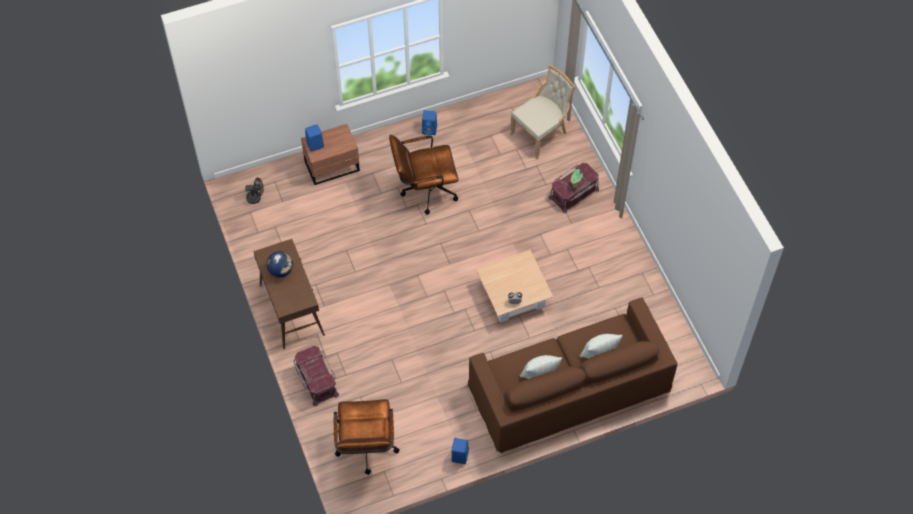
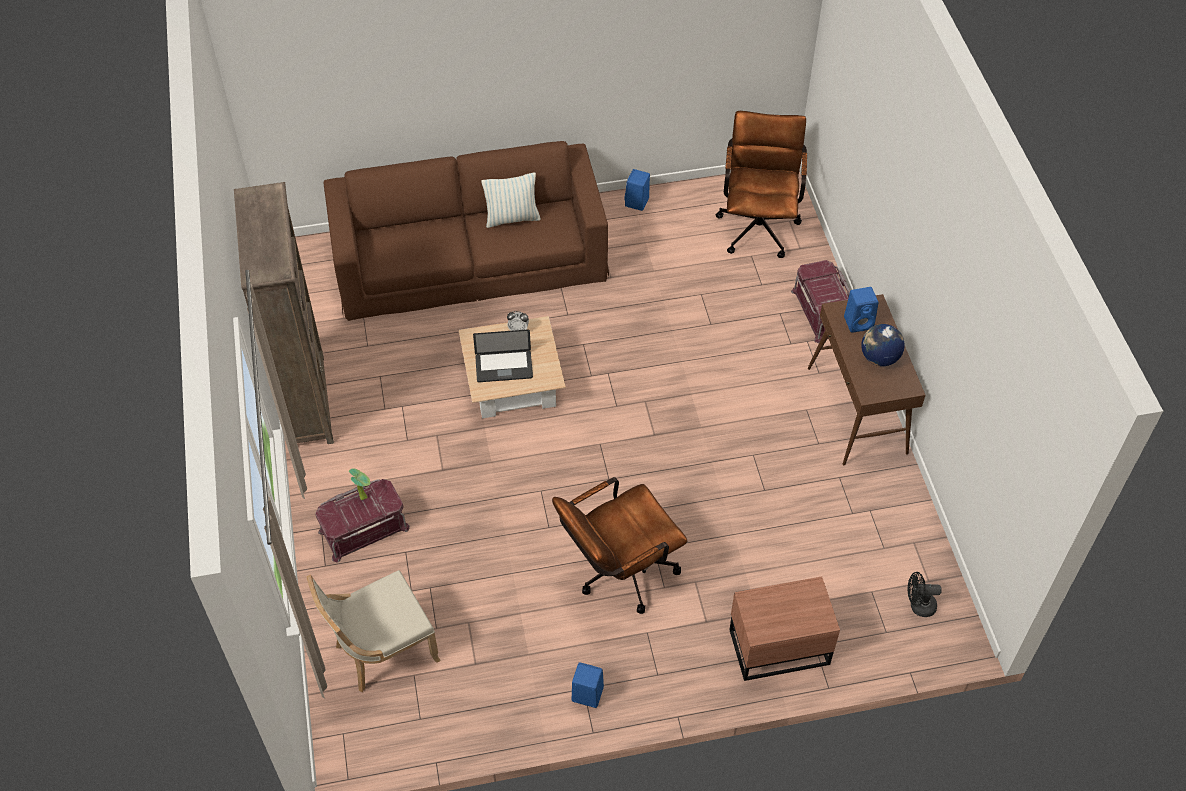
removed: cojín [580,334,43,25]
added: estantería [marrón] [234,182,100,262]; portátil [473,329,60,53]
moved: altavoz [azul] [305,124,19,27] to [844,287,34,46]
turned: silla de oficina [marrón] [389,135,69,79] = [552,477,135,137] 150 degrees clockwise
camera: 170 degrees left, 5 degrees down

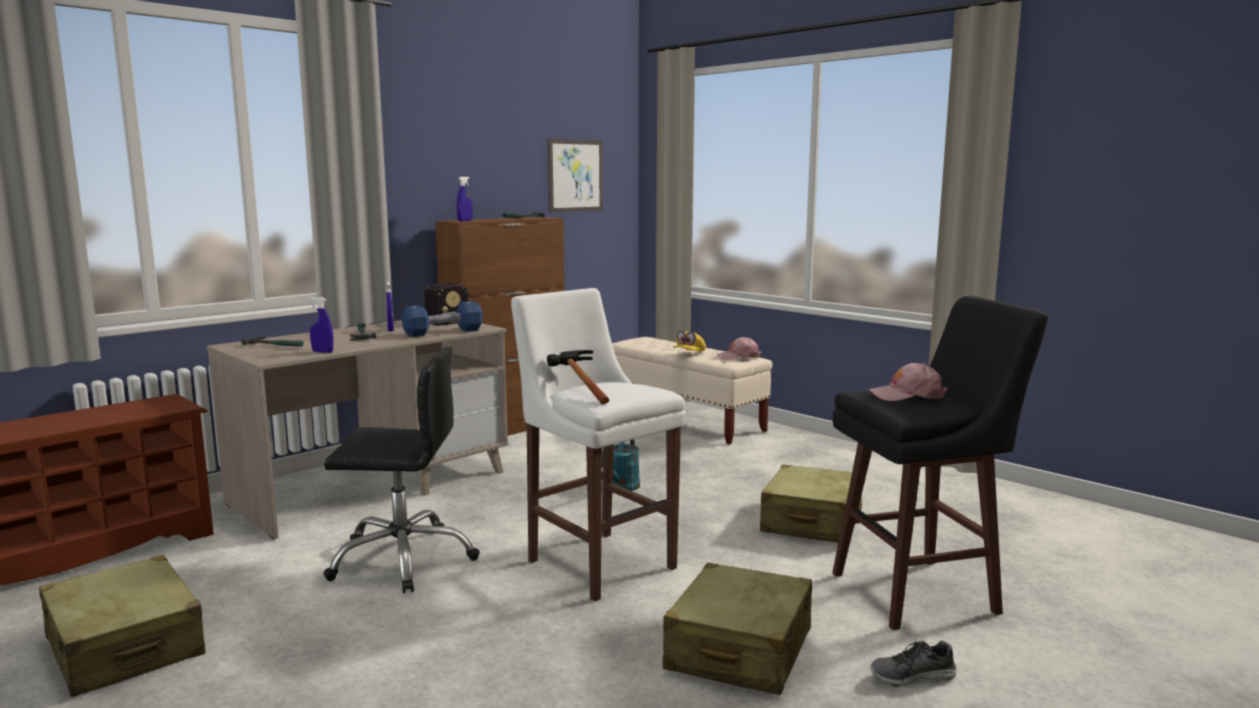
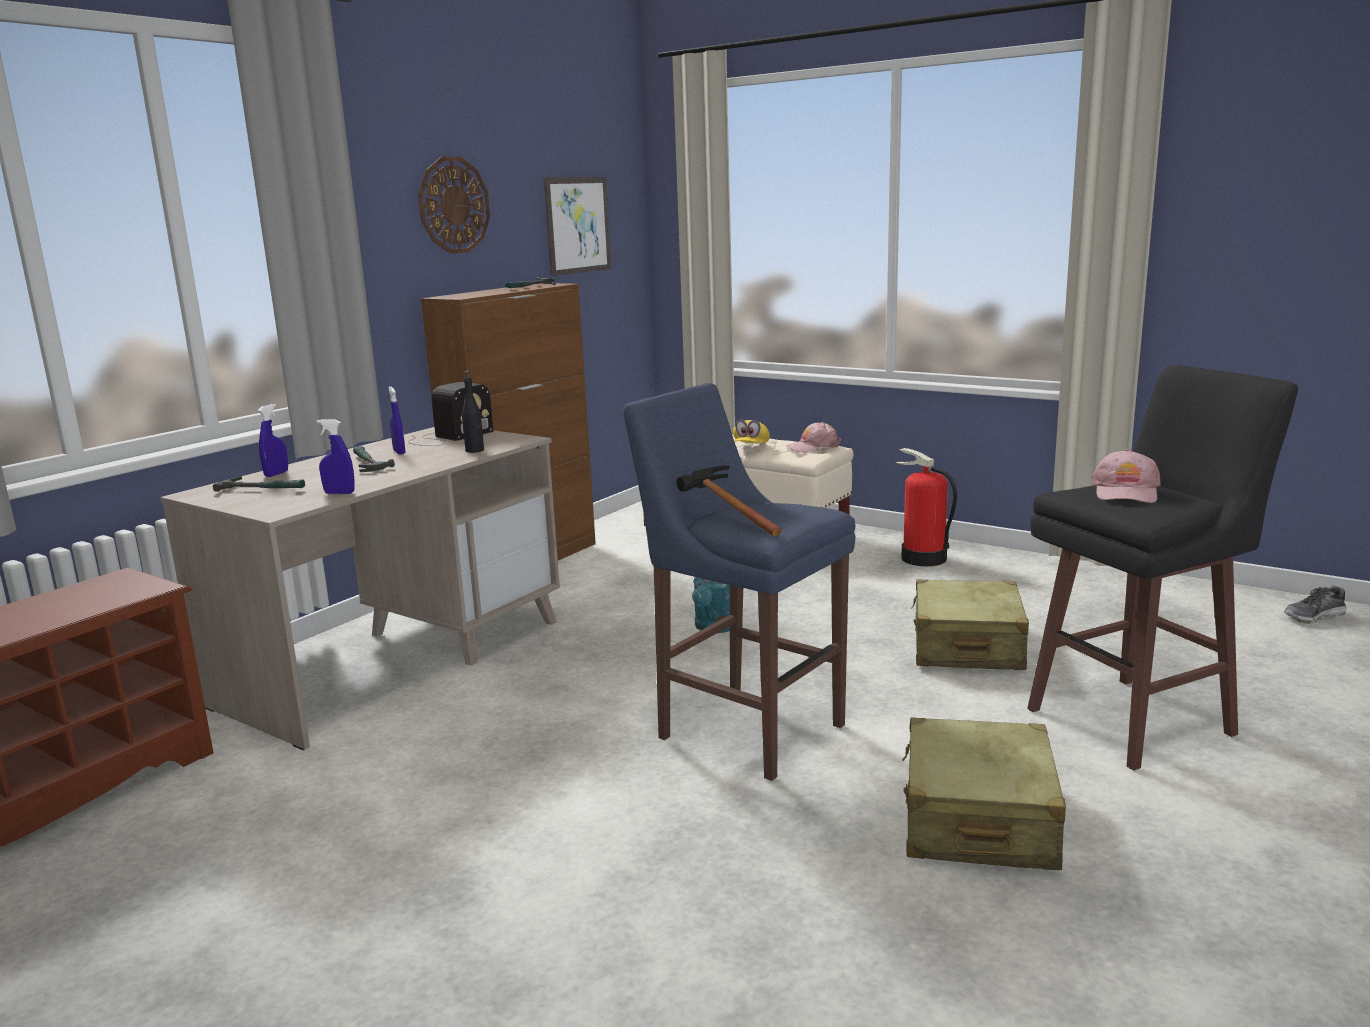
removed: maleta [beis] [39,555,167,142]; silla de oficina [negro] [323,347,157,246]
added: reloj de pared [418,157,72,97]; extintor [896,448,61,118]
moved: pulverizador [azul] [457,177,16,45] to [258,404,30,73]; zapato [870,641,87,46] to [1284,586,63,38]
replaced: mancuerna [azul] [402,301,81,36] to botella [negro] [462,371,22,82]
recoloured: taburete [blanco] [511,288,175,313] to taburete [azul] [623,383,232,398]
turned: gorra [rosa] [869,363,78,38] = [1092,449,69,54] 60 degrees counterclockwise
camera: 10 degrees left, 5 degrees up

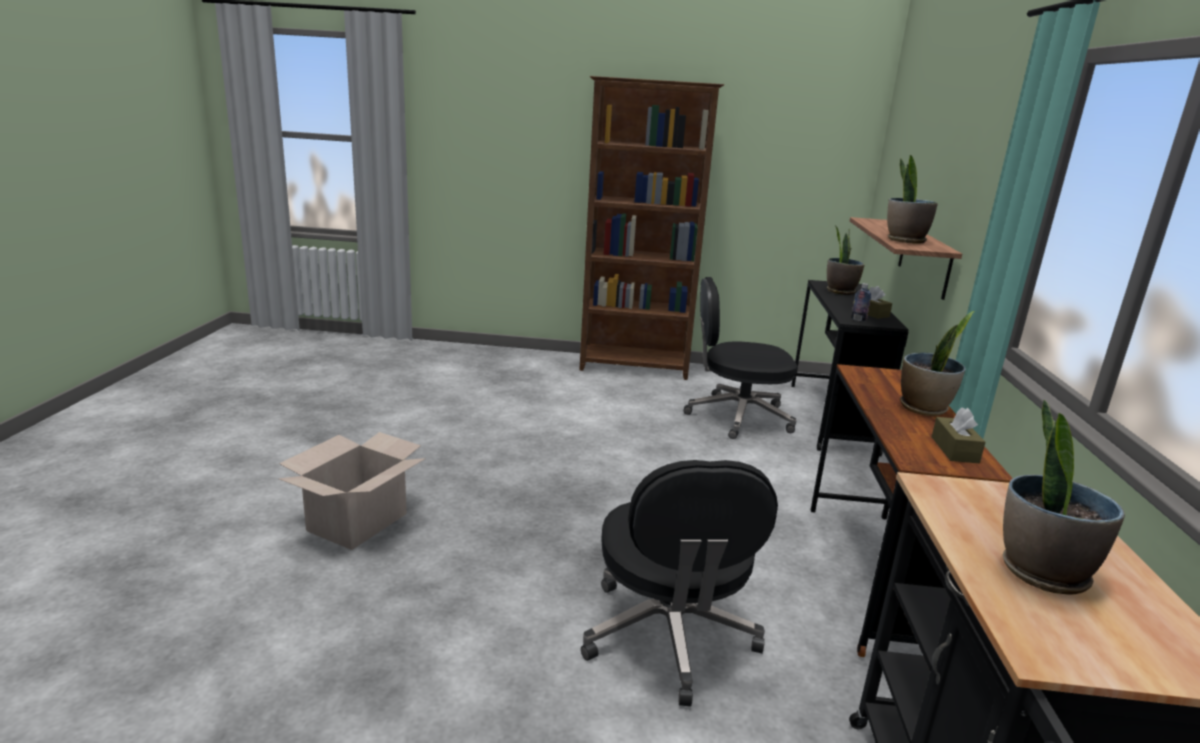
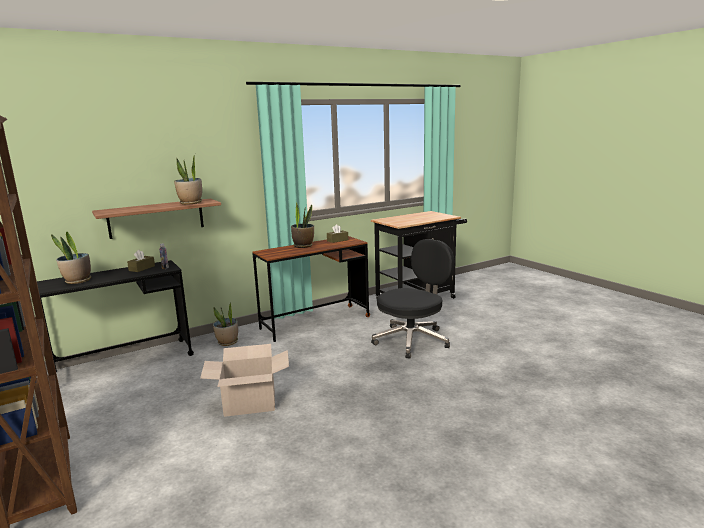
removed: silla de oficina [negro] [684,277,113,162]
moved: caja de cartón [278,432,148,118] to [200,344,89,73]; planta en maceta [1003,400,122,195] to [213,302,25,44]
camera: 125 degrees left, 5 degrees down

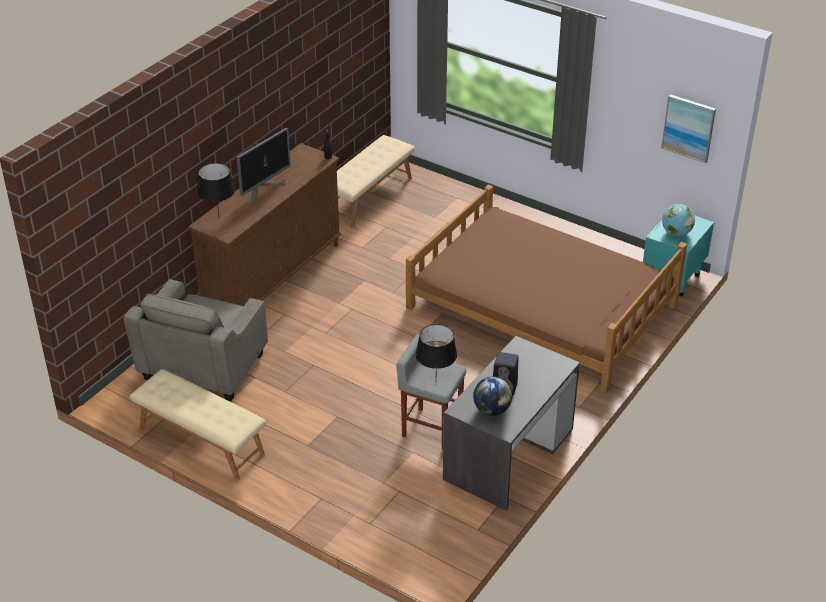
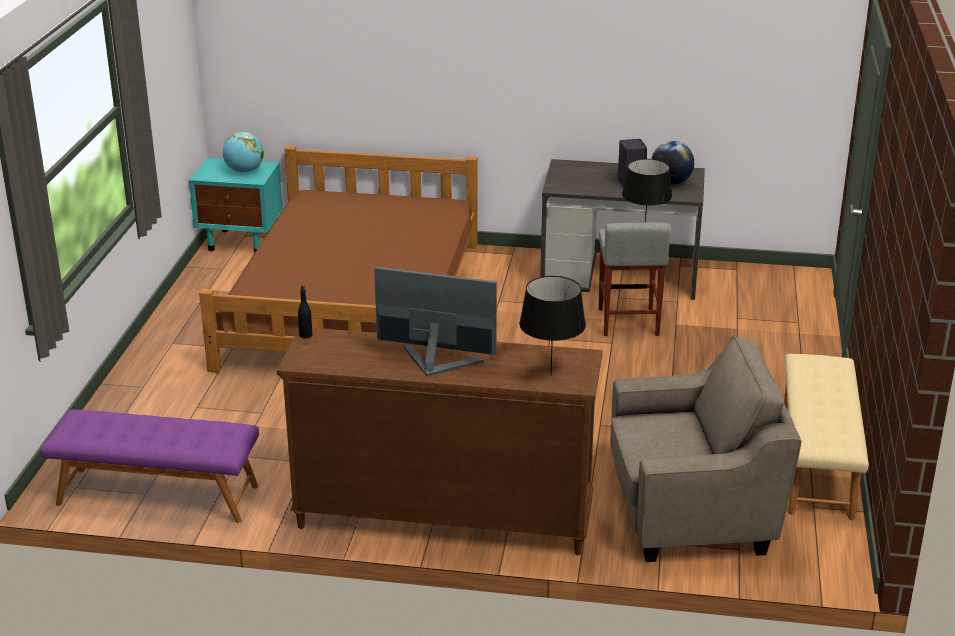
removed: cuadro [661,94,55,69]
recoloured: banco [beis] [337,135,78,93] to banco [morado] [40,409,219,114]
camera: 115 degrees left, 10 degrees down

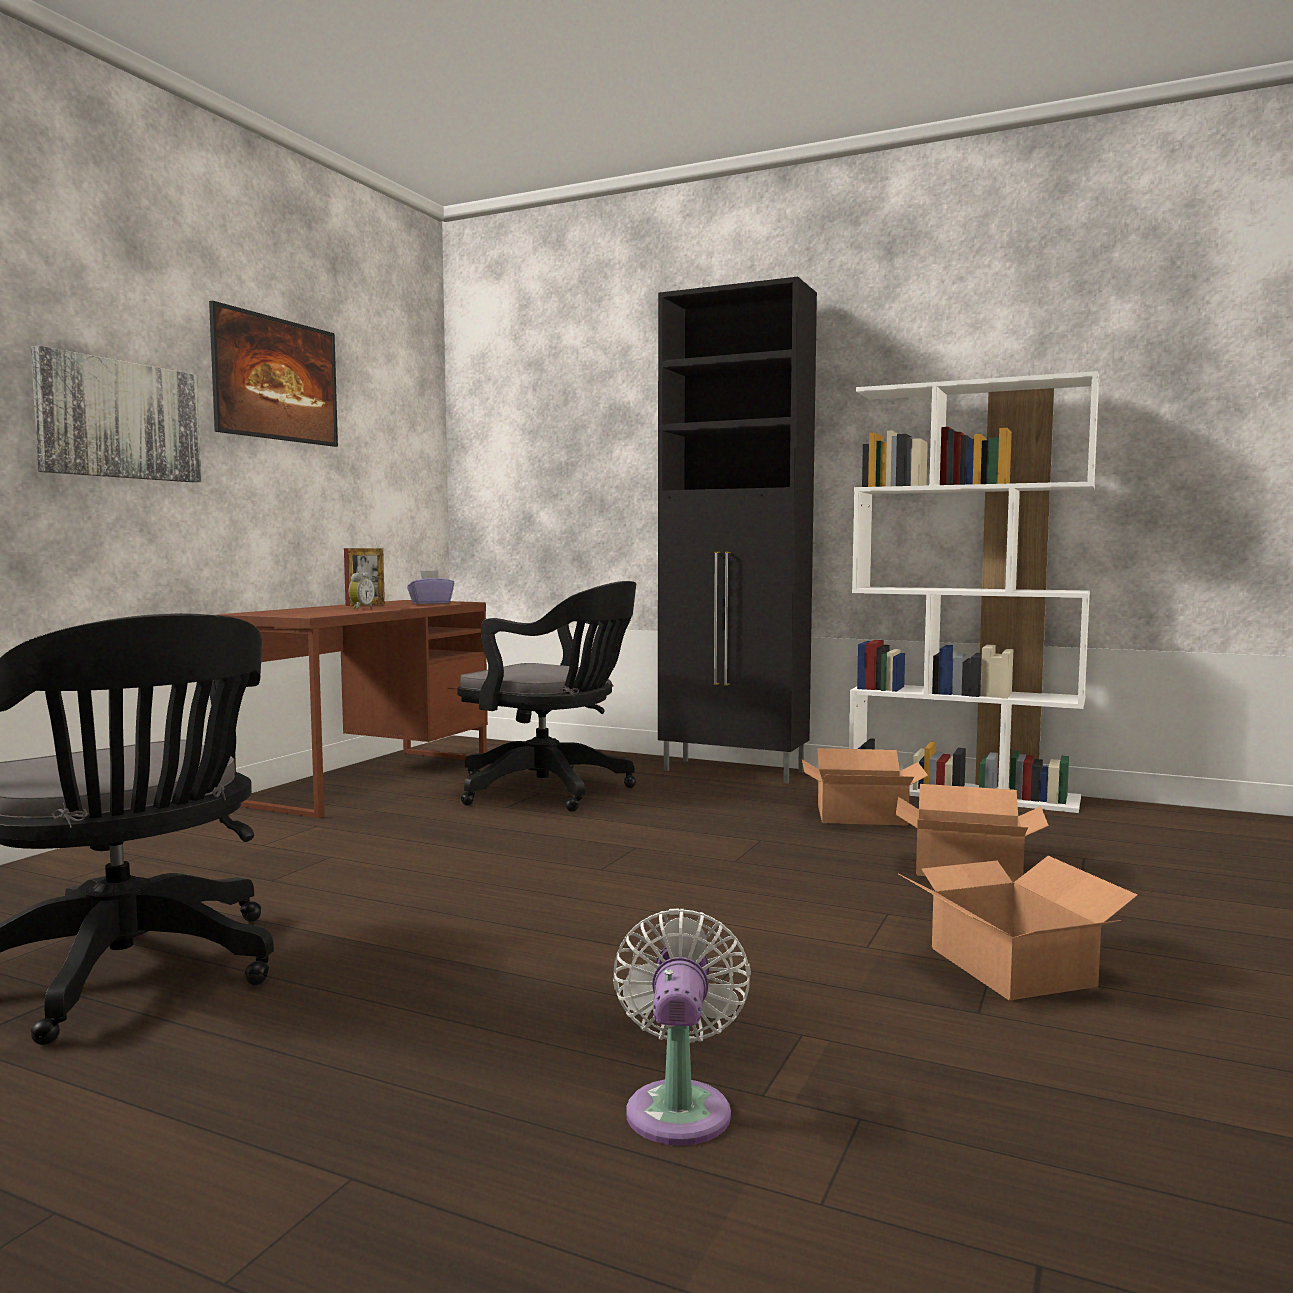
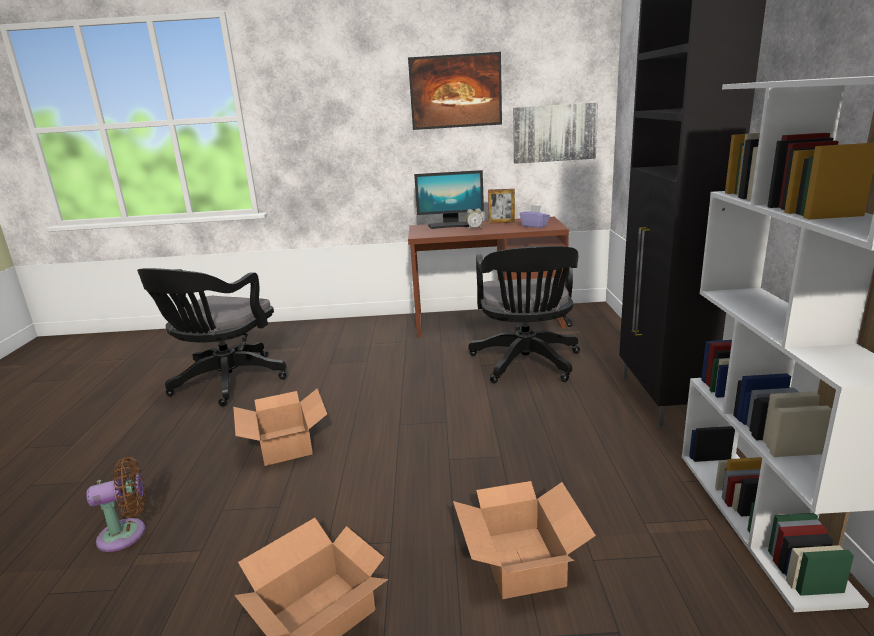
added: monitor [414,170,70,59]
moved: caja de cartón [802,748,126,78] to [233,388,94,78]; cuadro [31,346,171,136] to [513,103,85,61]
recoloured: ventilador [blanco] [613,908,138,238] to ventilador [marrón] [86,457,60,95]
camera: 65 degrees right, 15 degrees up

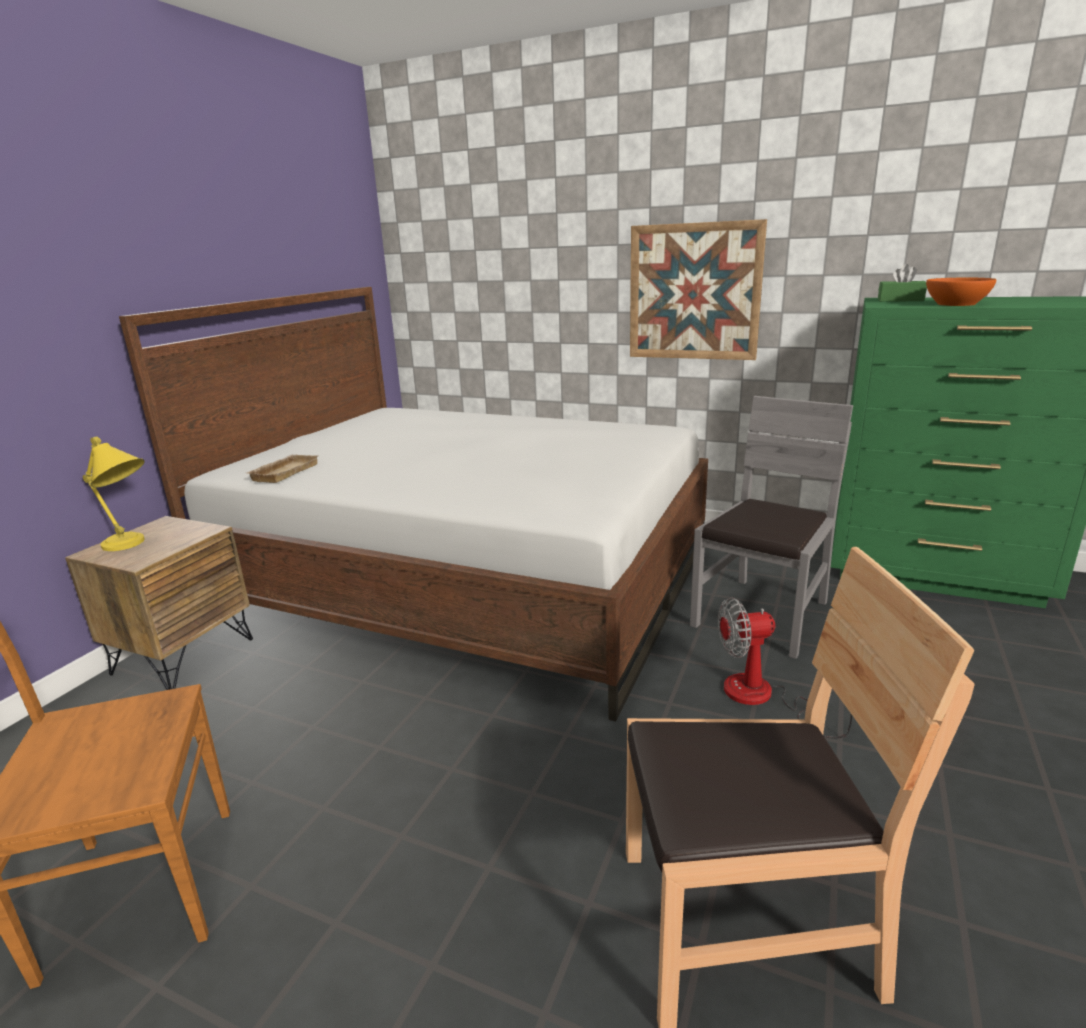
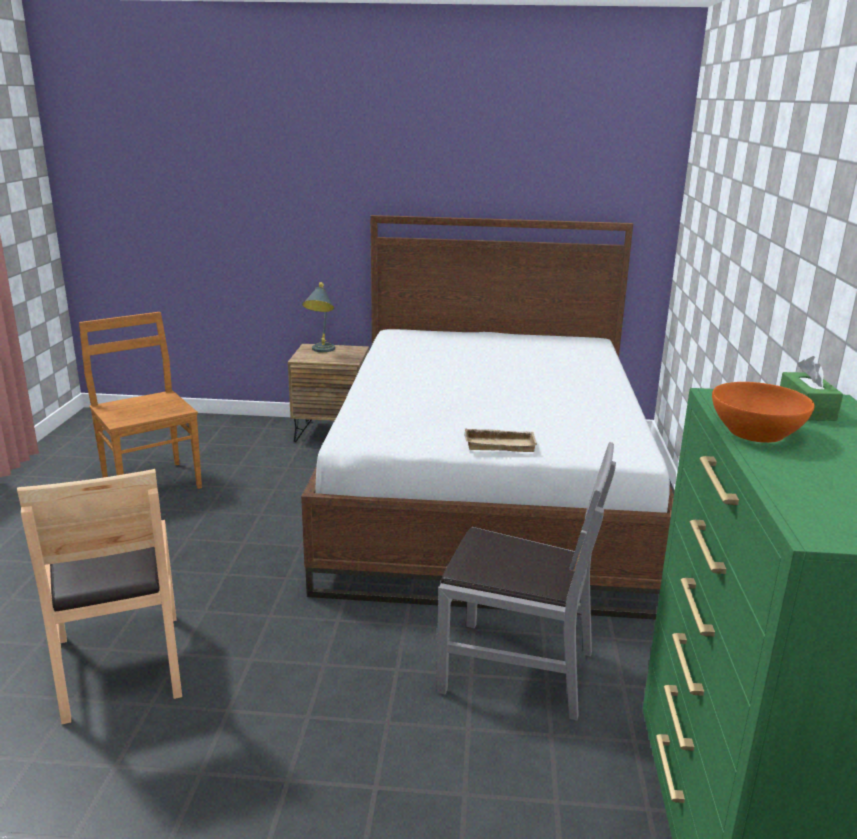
removed: cuadro [630,219,137,141]; ventilador [718,598,134,140]
moved: bandeja [beis] [247,455,72,28] to [465,428,72,24]
recoloured: lámpara de mesa [amarillo] [83,436,62,115] to lámpara de mesa [gris] [302,282,33,70]
camera: 70 degrees right, 0 degrees up

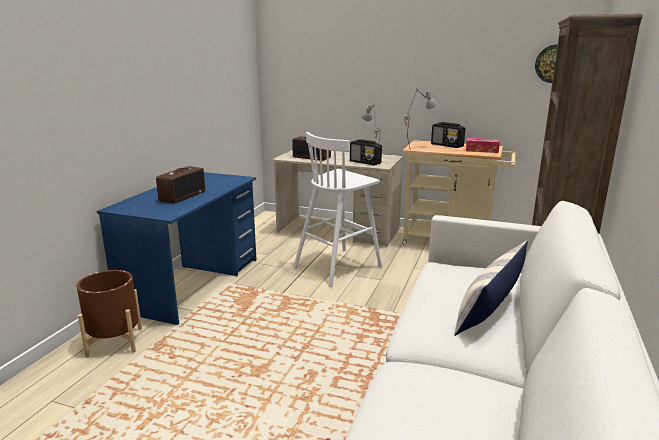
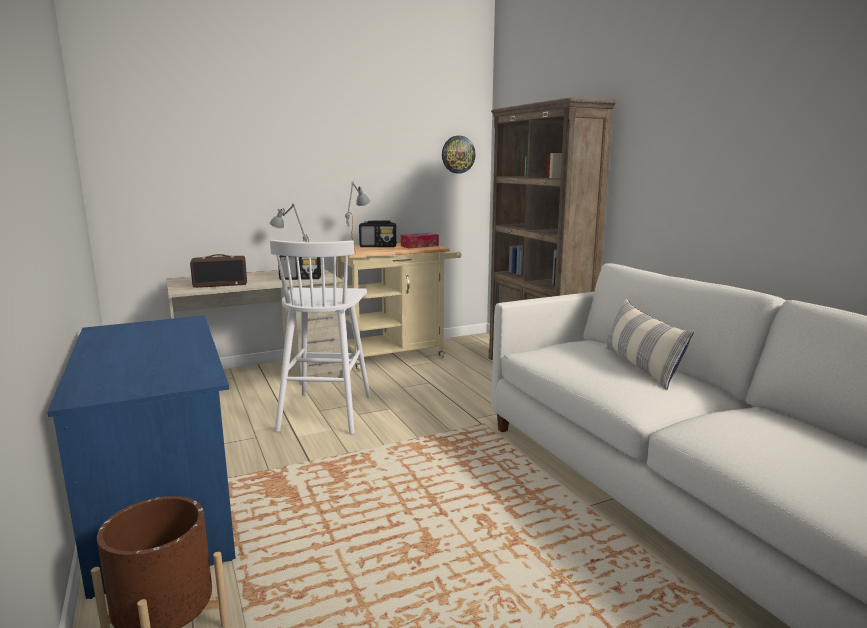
removed: radio [156,166,49,38]
camera: 45 degrees left, 5 degrees down

